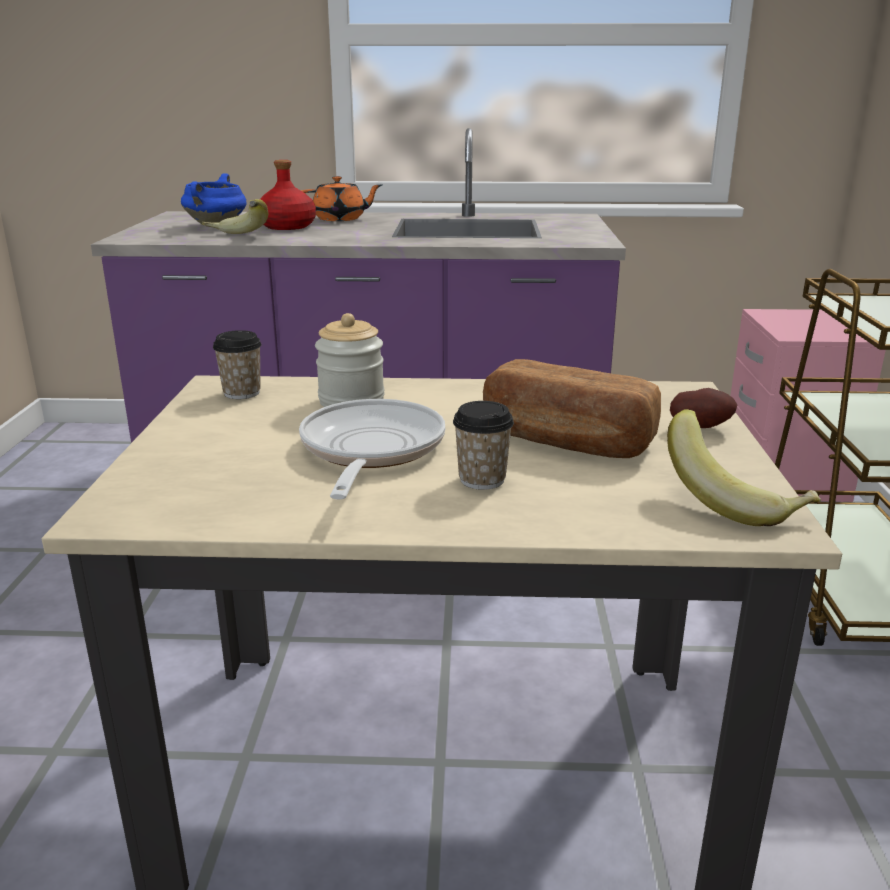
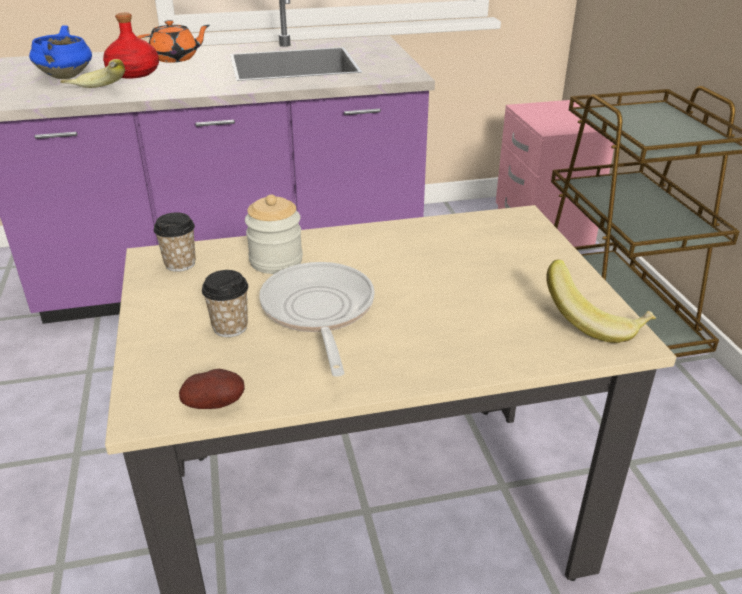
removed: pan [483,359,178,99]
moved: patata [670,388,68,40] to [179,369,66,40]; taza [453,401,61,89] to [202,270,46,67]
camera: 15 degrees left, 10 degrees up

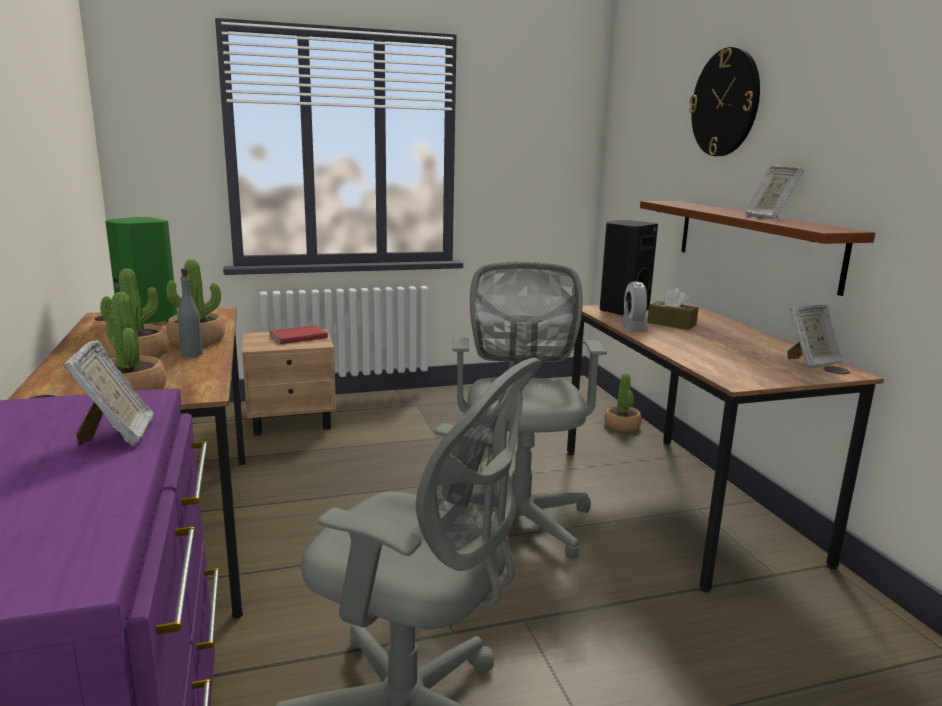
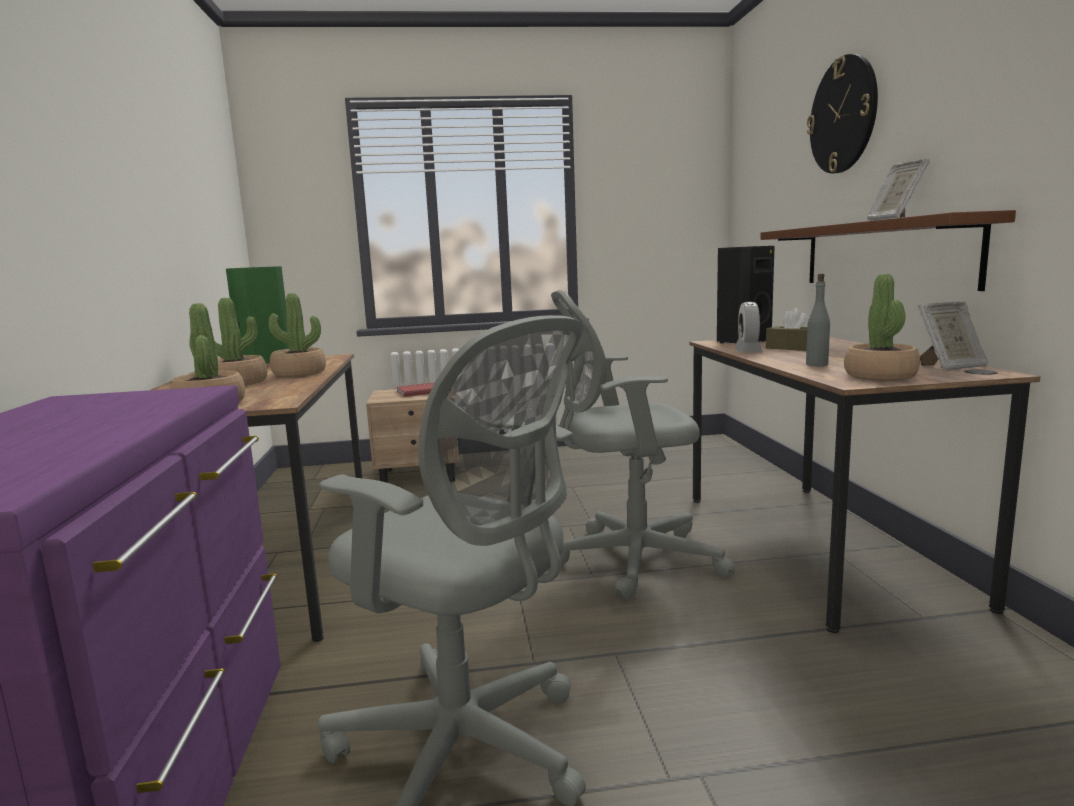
removed: portarretratos [64,339,90,107]
moved: botella [gris] [178,268,25,89] to [806,274,24,92]; planta en maceta [604,373,38,59] to [844,274,76,107]
turned: silla de oficina [gris] [453,261,154,297] = [551,290,184,309] 105 degrees counterclockwise
camera: 10 degrees right, 5 degrees down

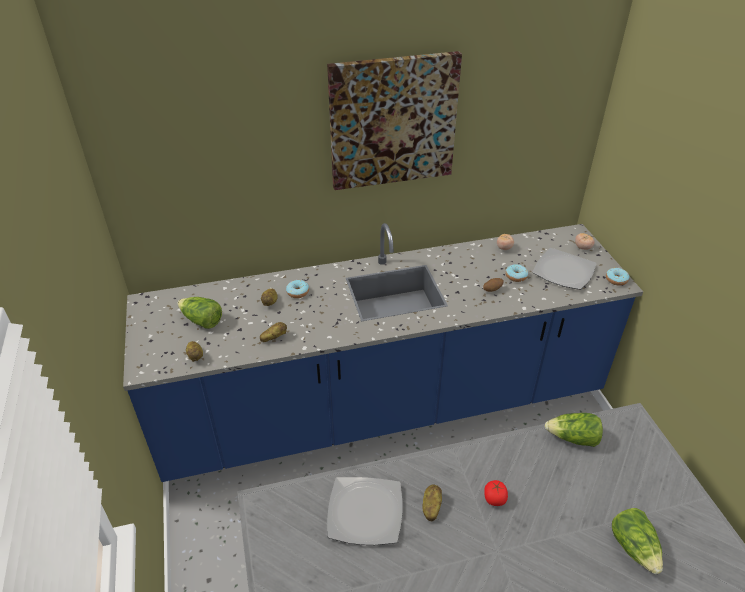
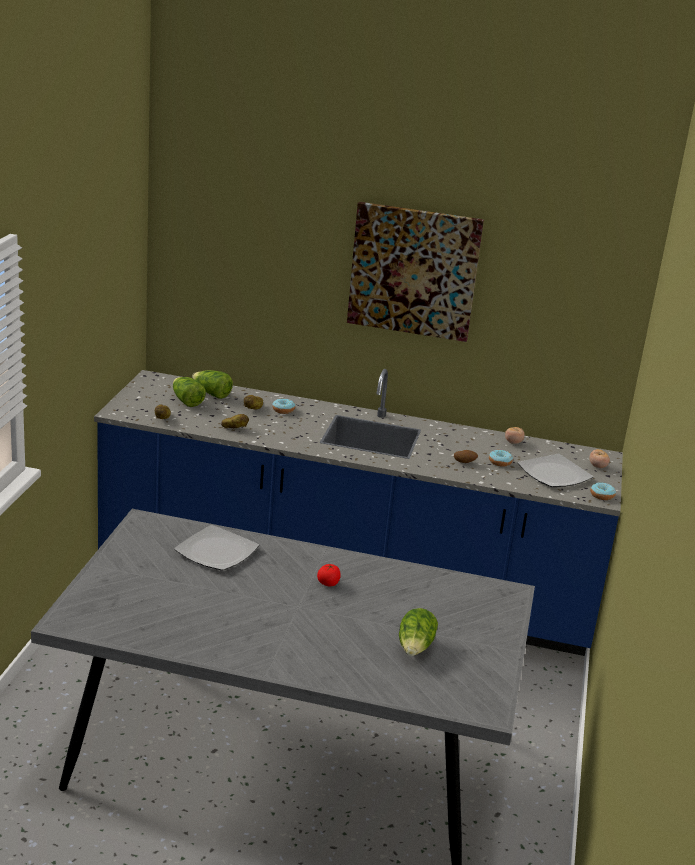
removed: patata [423,484,19,37]
moved: lechuga [545,413,58,34] to [192,370,41,29]
camera: 25 degrees right, 15 degrees down

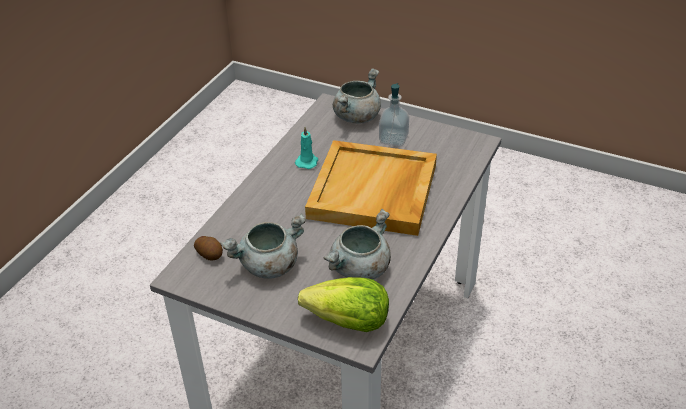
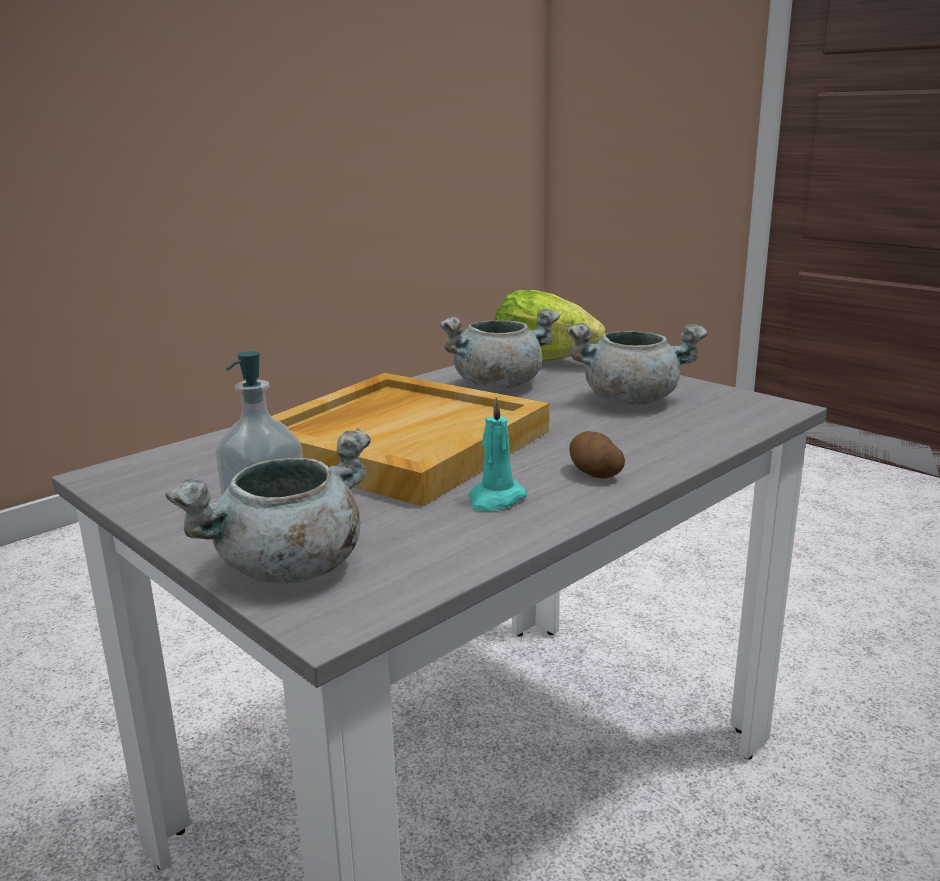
moved: patata [194,236,29,24] to [569,431,56,48]
camera: 160 degrees left, 20 degrees down

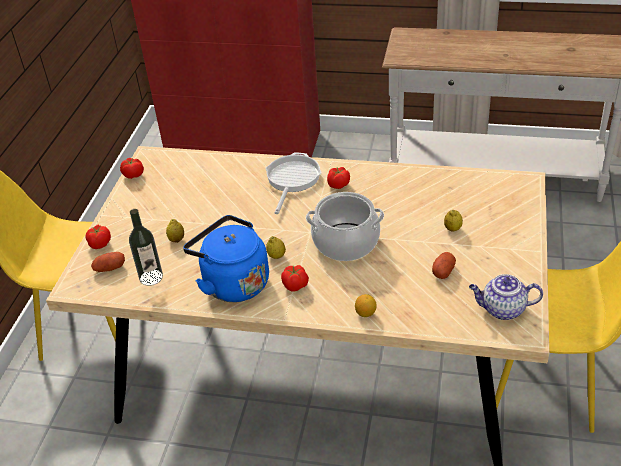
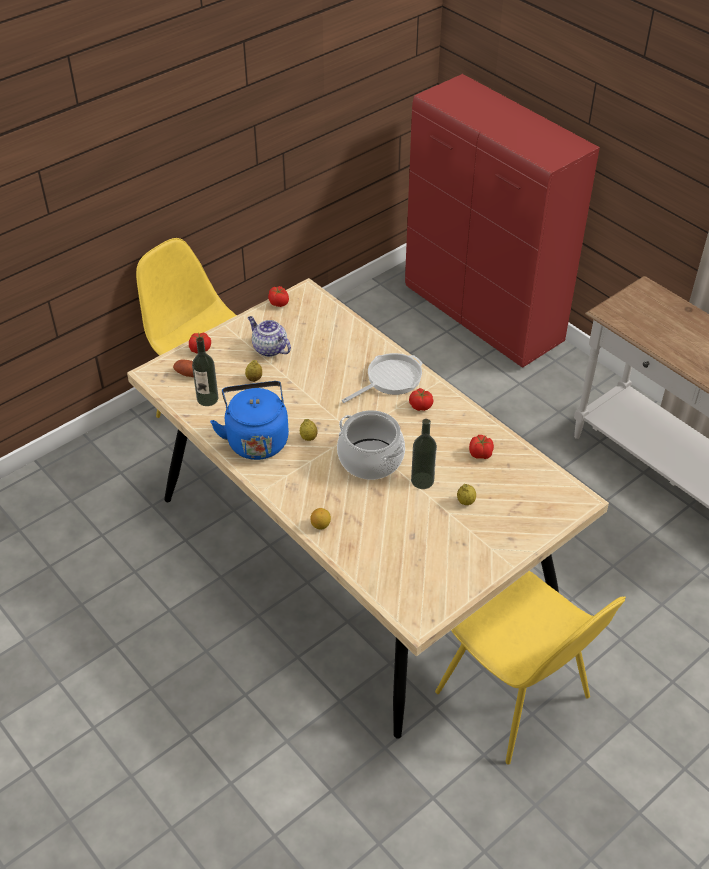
removed: patata [432,252,24,27]
added: botella [411,419,26,70]
moved: tetera [469,274,74,46] to [248,316,43,41]; tomate [281,265,28,27] to [469,435,25,24]
camera: 35 degrees right, 5 degrees up

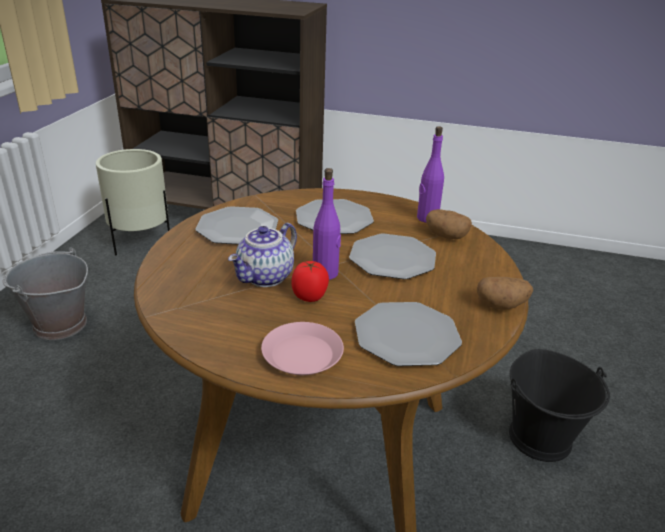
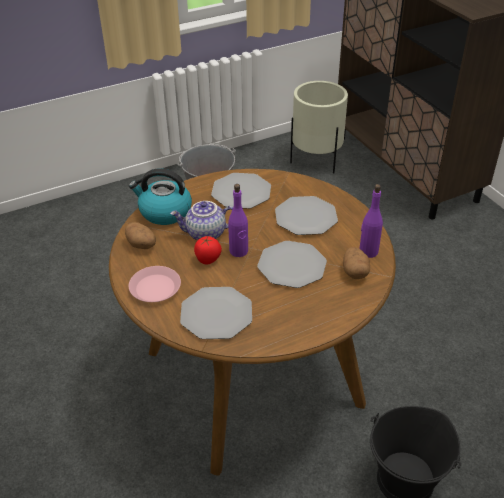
added: hervidor [129,168,63,57]
moved: patata [477,277,56,33] to [125,222,31,27]
camera: 50 degrees right, 10 degrees up

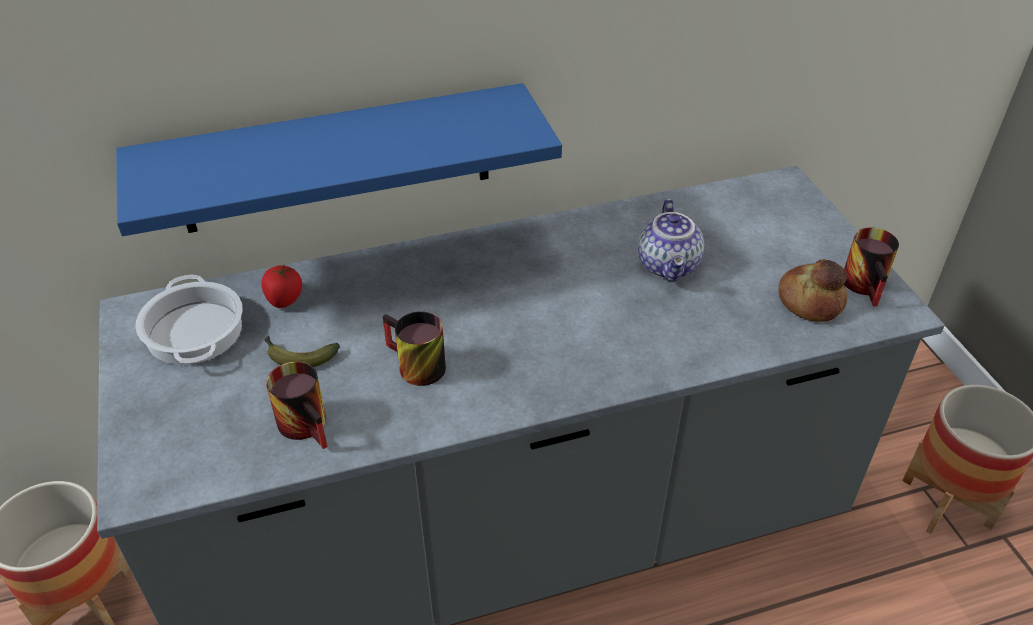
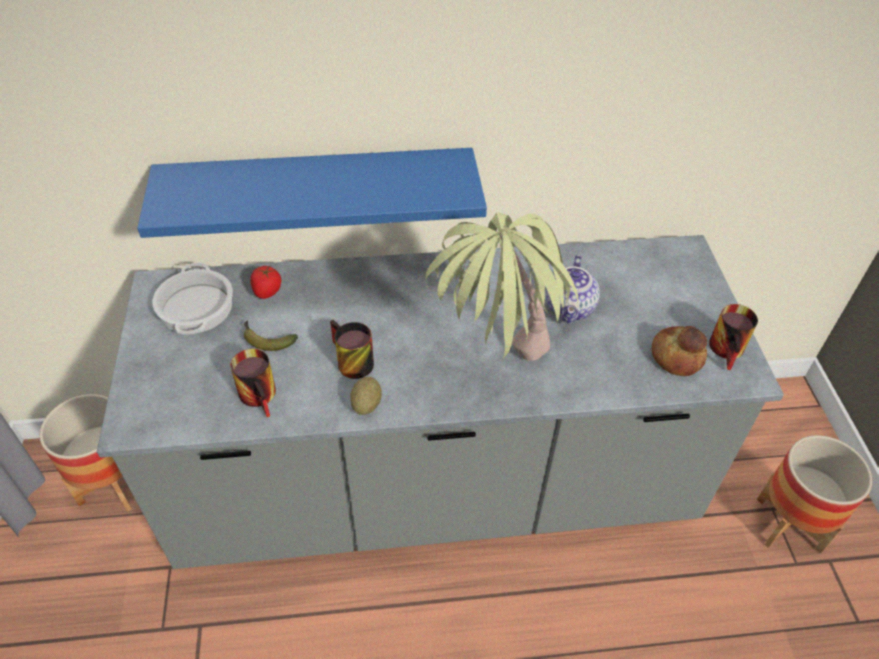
added: patata [350,377,32,38]; planta en maceta [425,212,153,149]
camera: 10 degrees right, 5 degrees up

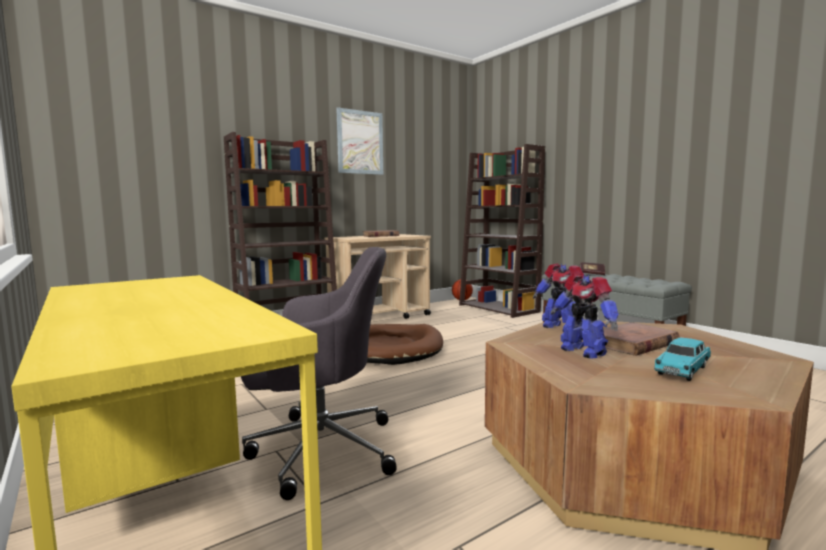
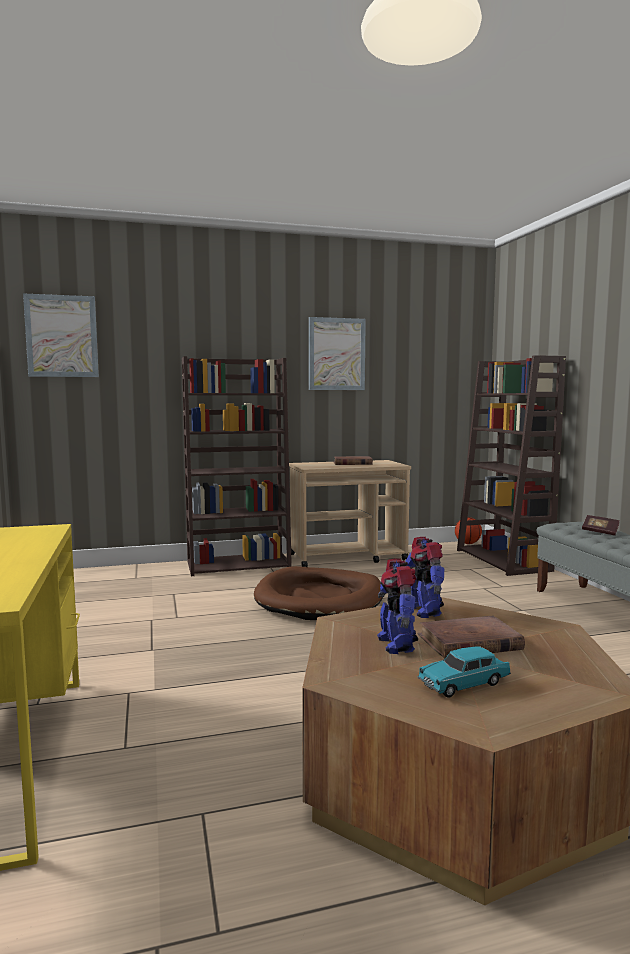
removed: silla de oficina [gris] [241,247,156,253]
added: cuadro [23,293,76,84]
camera: 20 degrees right, 0 degrees up

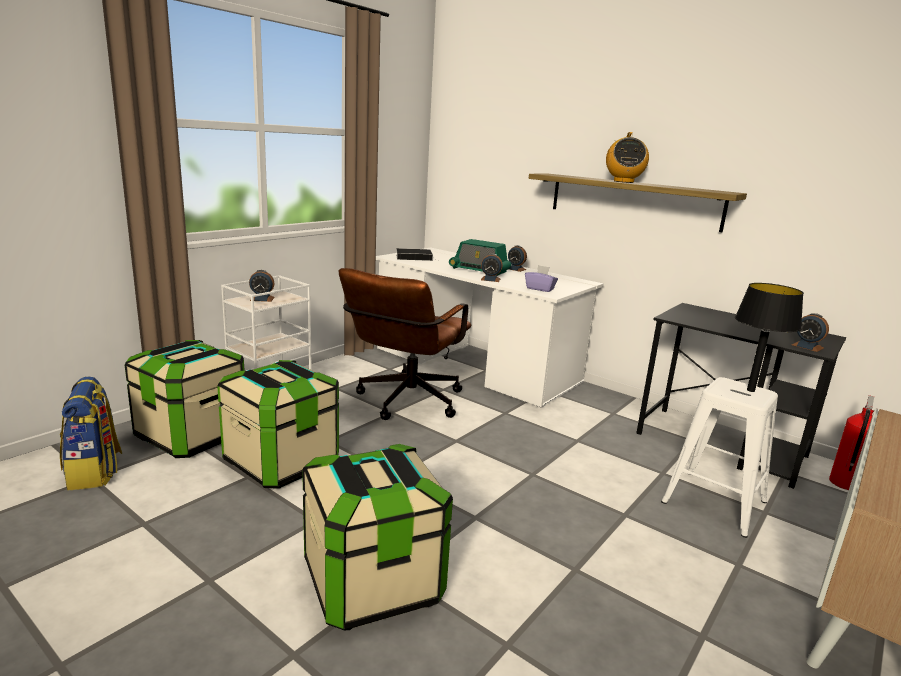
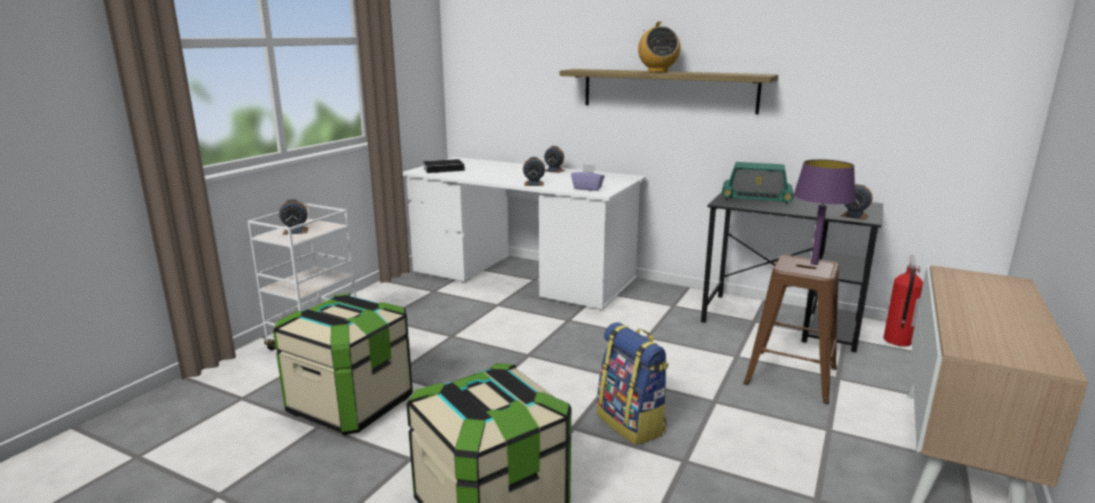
removed: caja de almacenaje [125,340,120,118]; silla de oficina [marrón] [339,268,132,152]
moved: mochila [60,377,62,113] to [597,322,72,123]; radio [449,239,62,37] to [722,162,72,42]
recoloured: taburete [blanco] [661,377,117,161] to taburete [marrón] [743,255,96,149]; lámpara de mesa [negro] [735,283,69,109] to lámpara de mesa [morado] [793,159,63,106]
camera: 10 degrees left, 0 degrees up

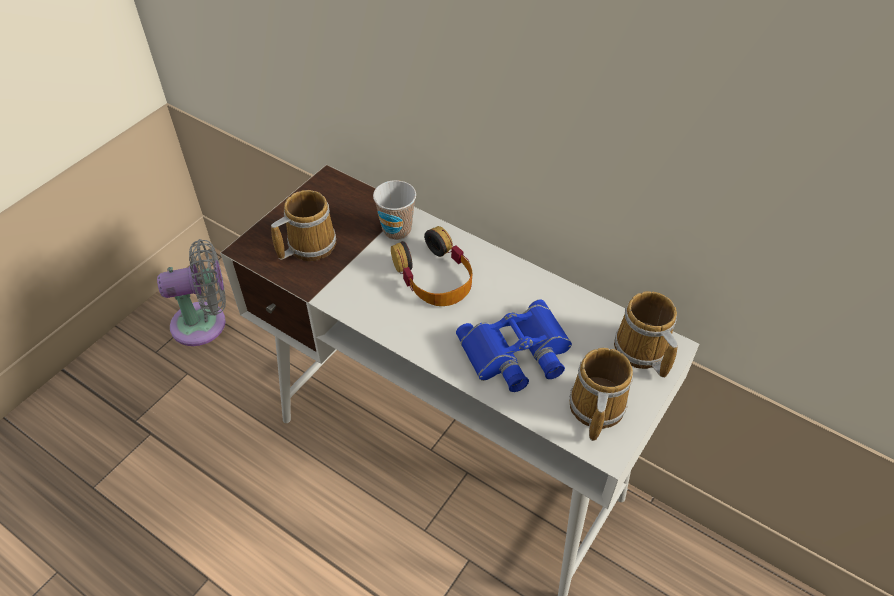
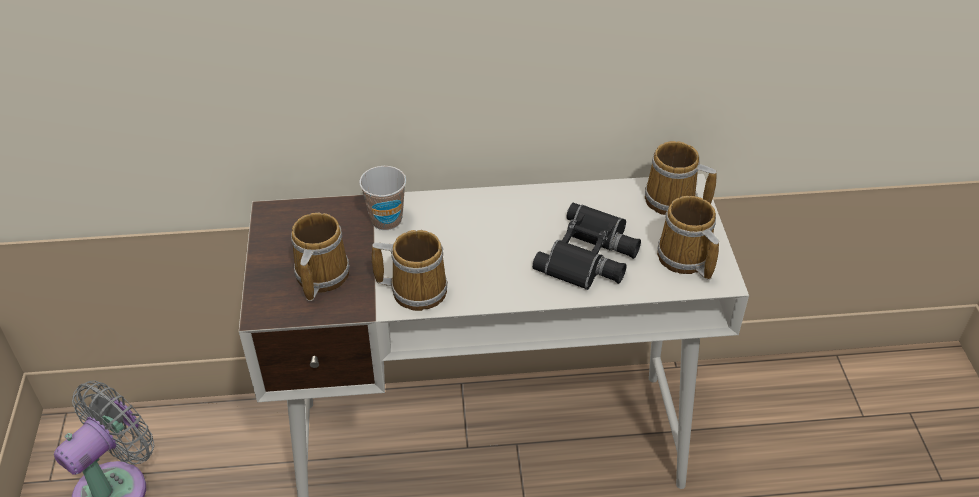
removed: auriculares [391,226,81,80]
added: taza grande [372,230,76,81]
recoloured: prismáticos [azul] [456,299,116,93] to prismáticos [negro] [532,203,109,87]
camera: 40 degrees left, 5 degrees down

